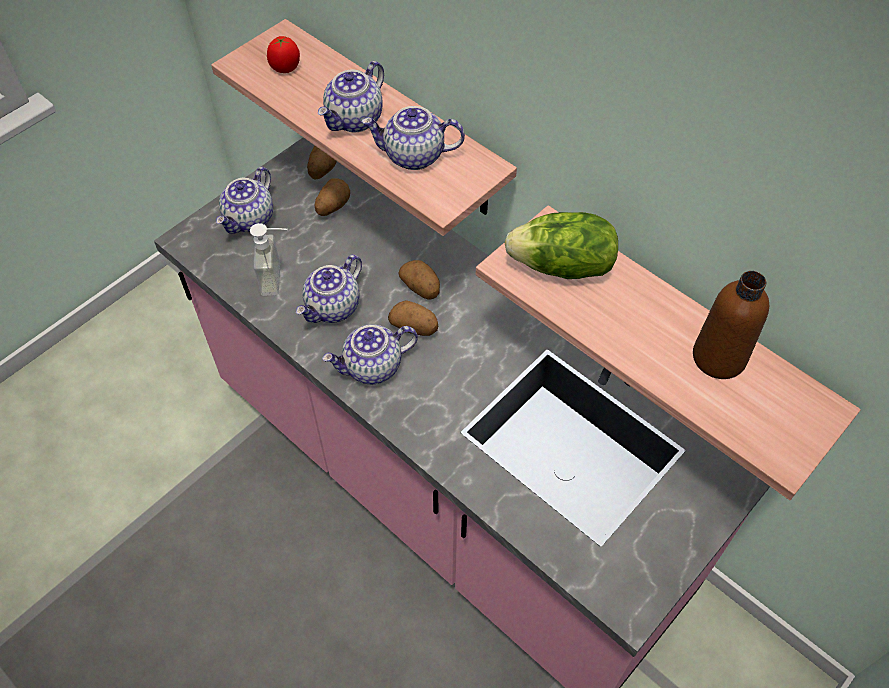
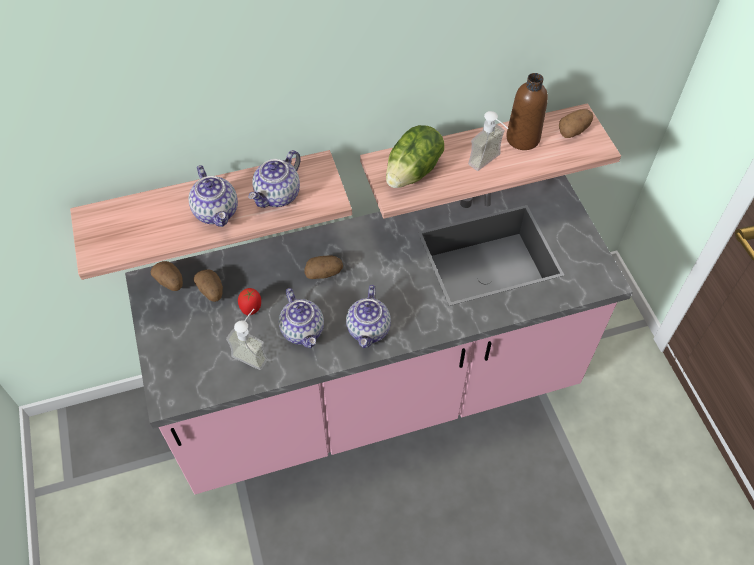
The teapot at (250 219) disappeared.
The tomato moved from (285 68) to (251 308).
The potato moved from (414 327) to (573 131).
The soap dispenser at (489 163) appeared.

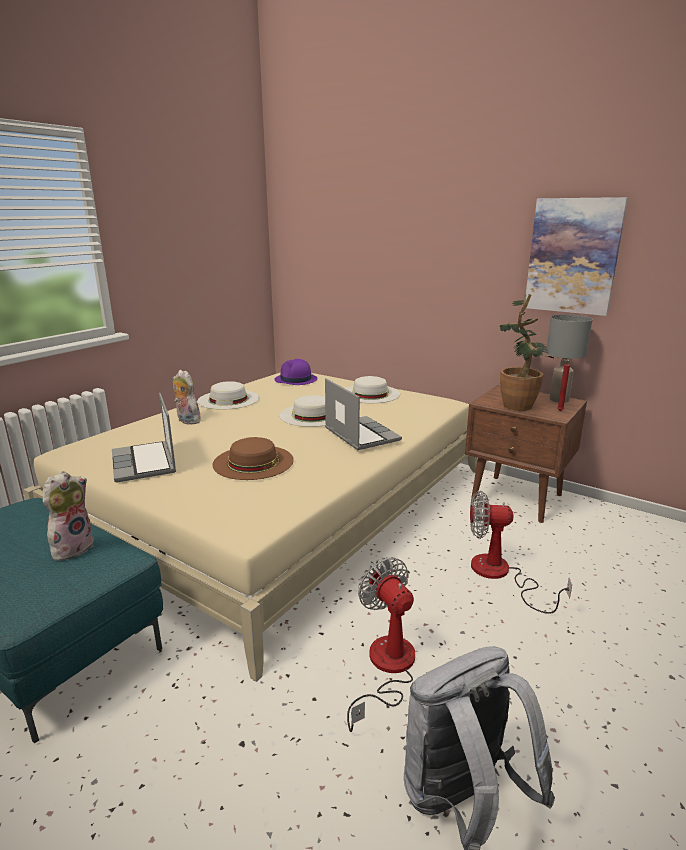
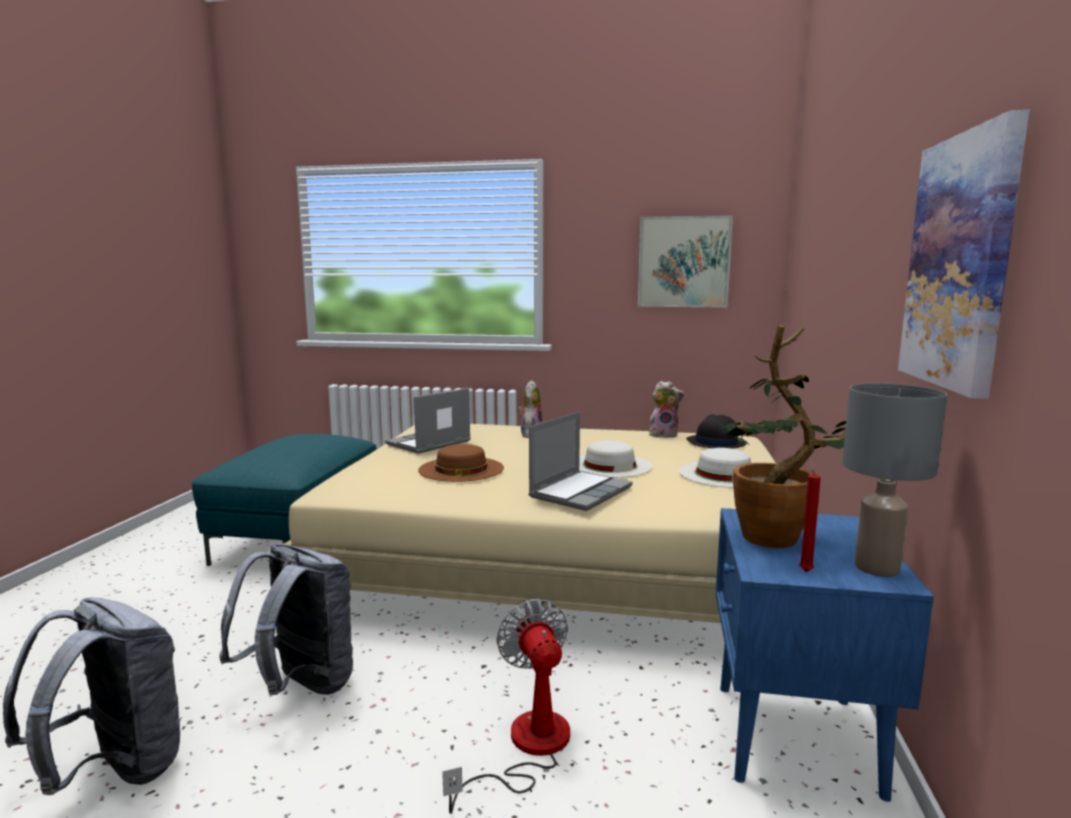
The plush toy moved from (72 547) to (664 435).
The white hat at (228 399) disappeared.
The purple hat at (296 380) became the black hat at (715 443).
The fan at (386 668) was replaced by the grey backpack at (300 686).
The brown nightstand at (517 498) became the blue nightstand at (794 739).
The picture at (683 262) appeared.

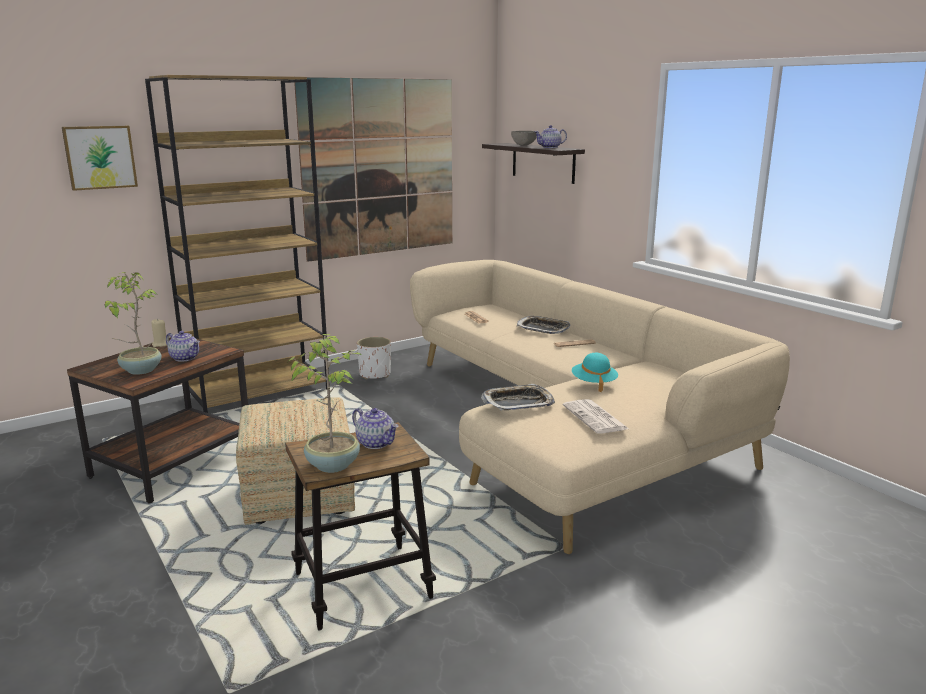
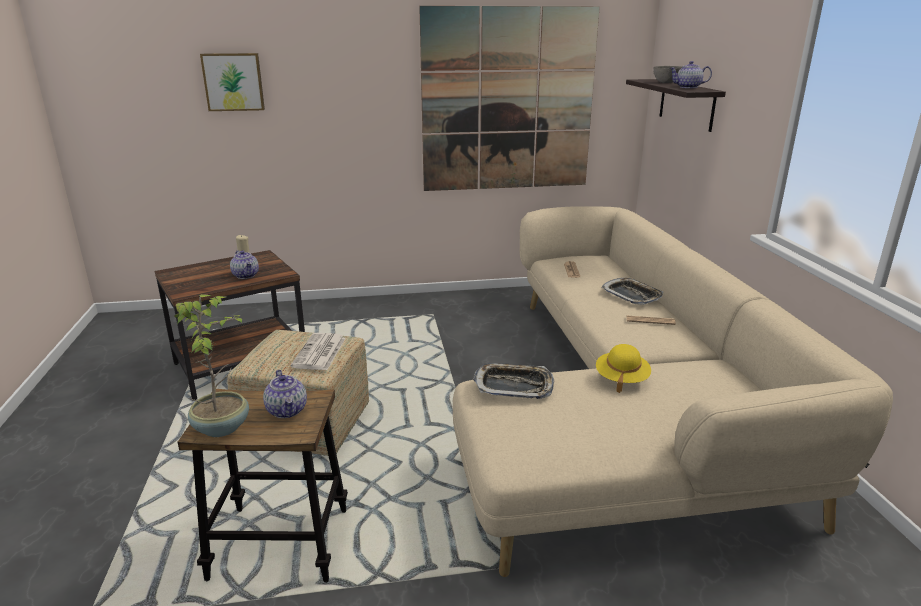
The potted plant at (140 370) disappeared.
The brown bookcase at (259 393) disappeared.
The white planter at (375 374) disappeared.
The newspaper moved from (595 418) to (319 353).
The turquoise hat at (593 383) became the yellow hat at (621 379).

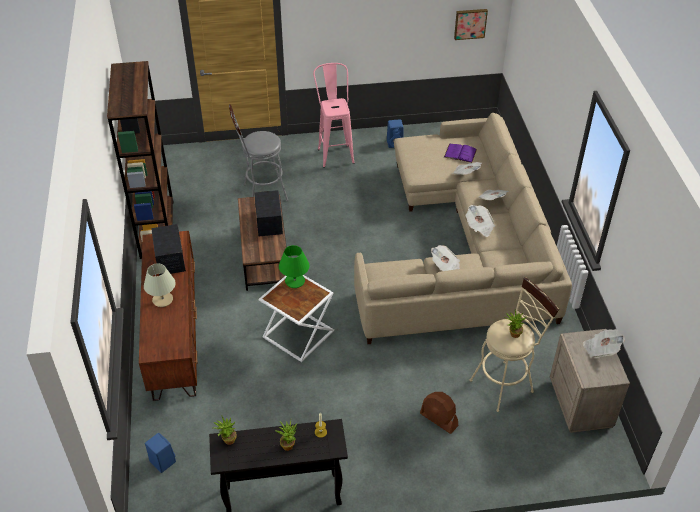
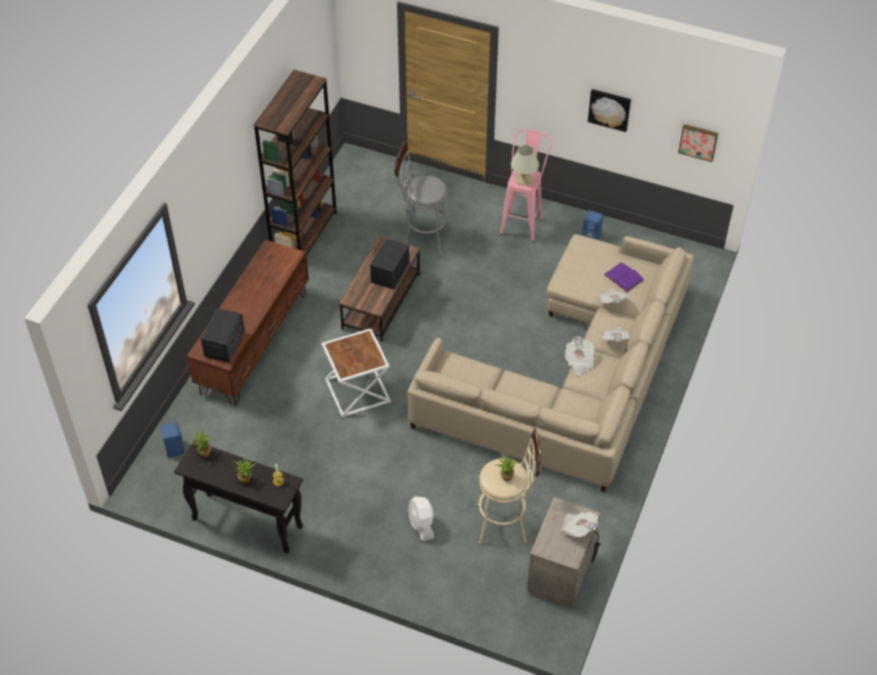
The beige table lamp moved from (163 300) to (524 179).
The radio moved from (170 259) to (224 344).
The green table lamp at (295 281) disappeared.
The brown fan at (439 420) became the white fan at (421 525).
The newspaper at (446 266) disappeared.
The picture at (609 109) appeared.

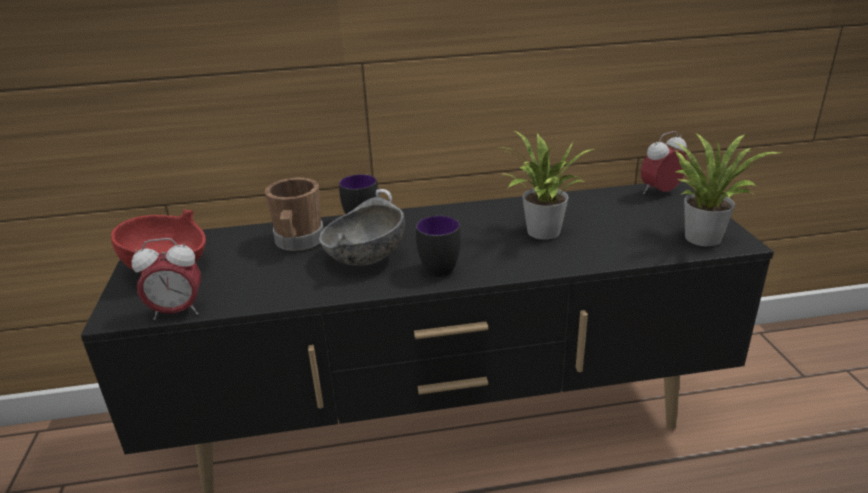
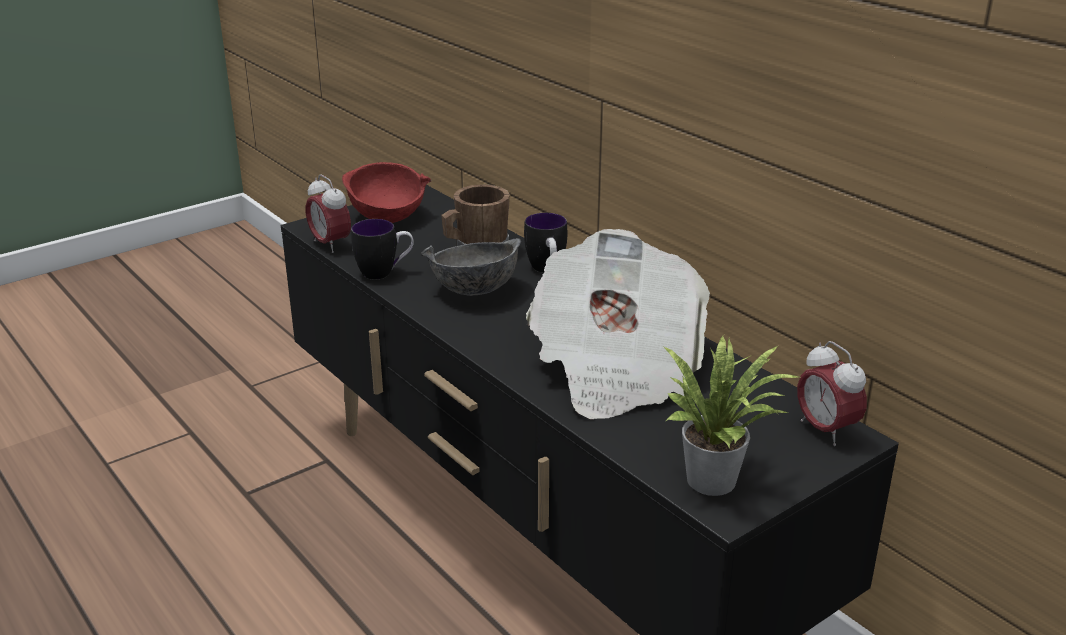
The mug moved from (442 266) to (385 273).
The potted plant at (540 233) was replaced by the newspaper at (615 368).
The alarm clock at (660 192) turned 150 degrees counterclockwise.

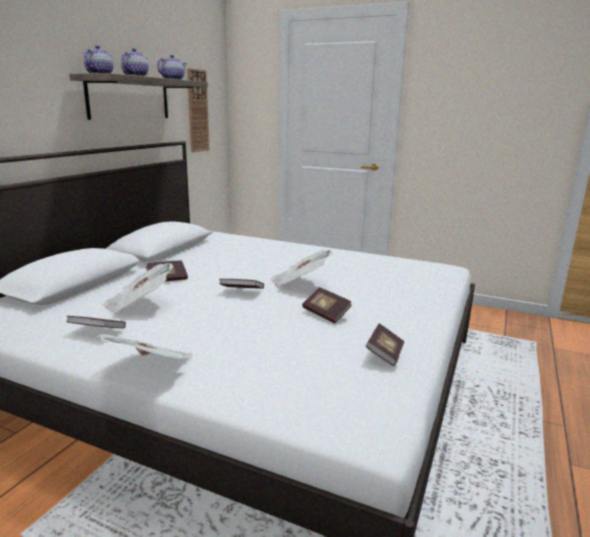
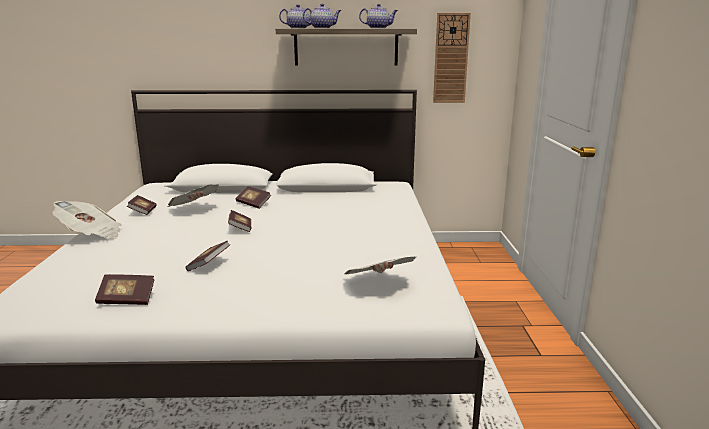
The newspaper moved from (299 283) to (378 284).

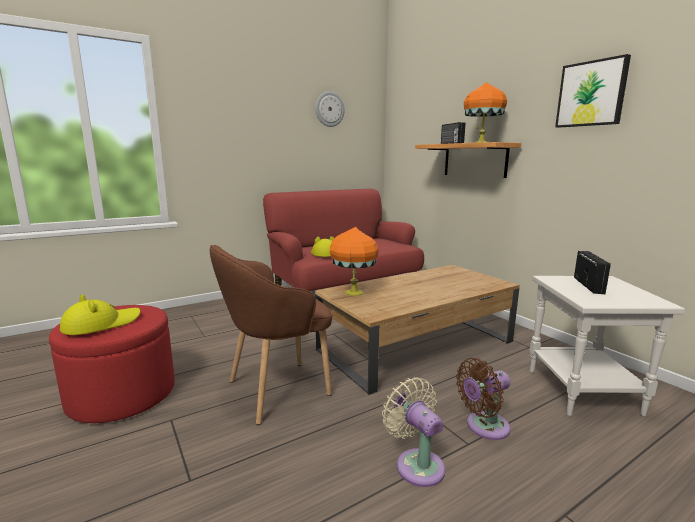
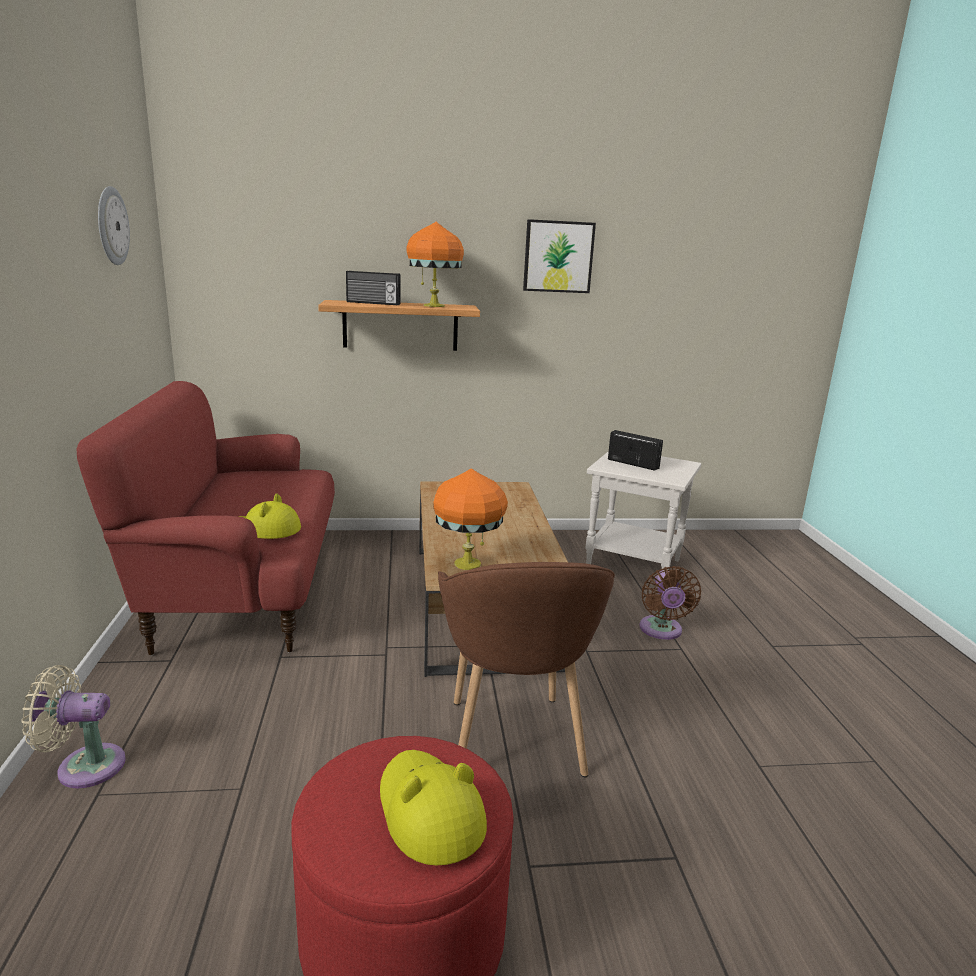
The beige fan moved from (416 464) to (84 766).

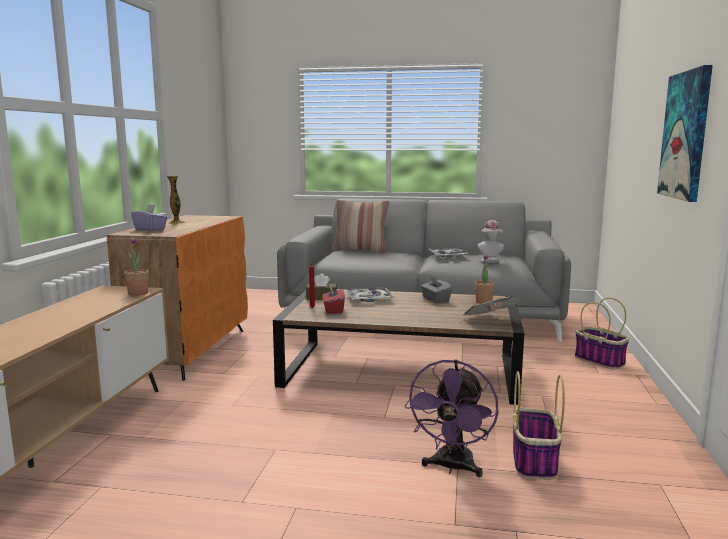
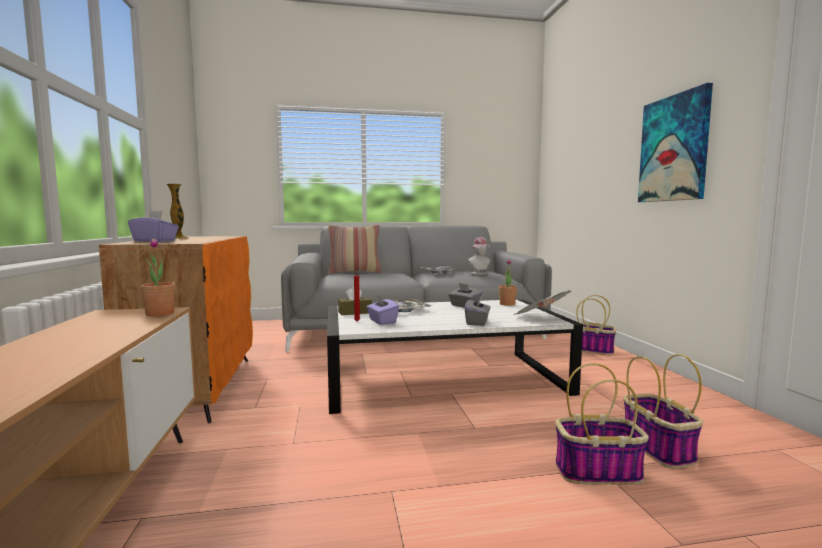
The brown coffee table at (401 370) became the white coffee table at (443 378).
The red tissue box at (333 310) became the purple tissue box at (382 321).
The purple fan at (452 467) was replaced by the basket at (598 471).
The grey tissue box at (477 322) appeared.

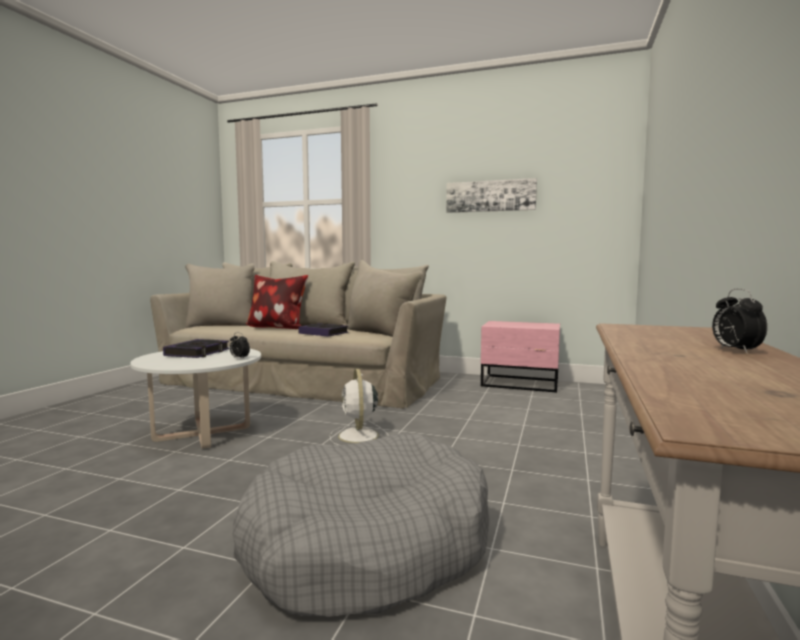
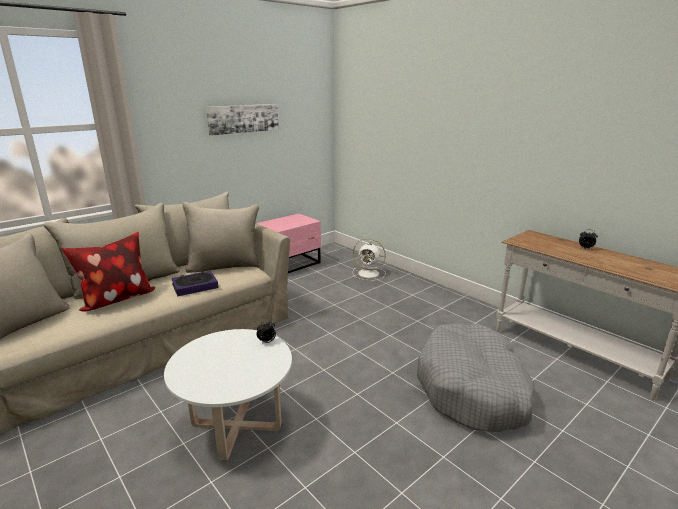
The book at (197 353) disappeared.
The white fan moved from (358 436) to (369 273).

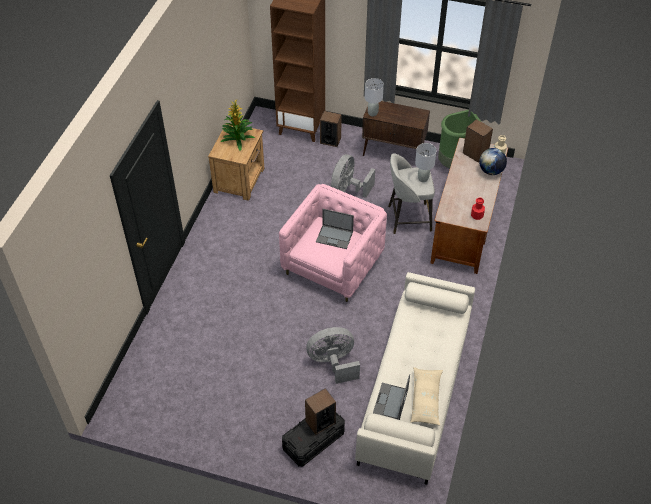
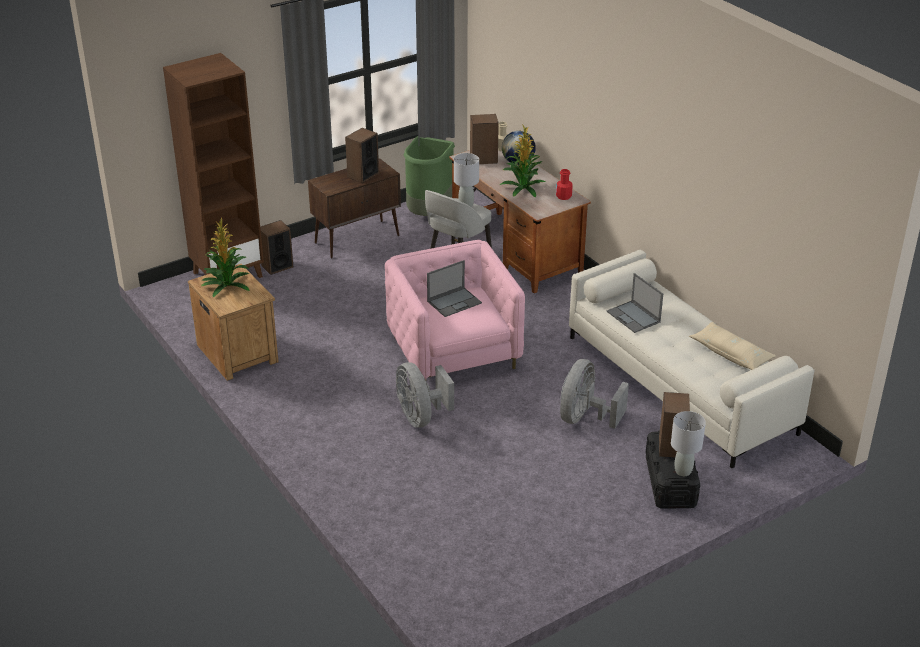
The grey fan moved from (348 190) to (421 417).
The grey table lamp moved from (372 113) to (683 471).
The laptop moved from (390 402) to (634 317).
The speaker at (363 175) appeared.
The potted plant at (522 188) appeared.

